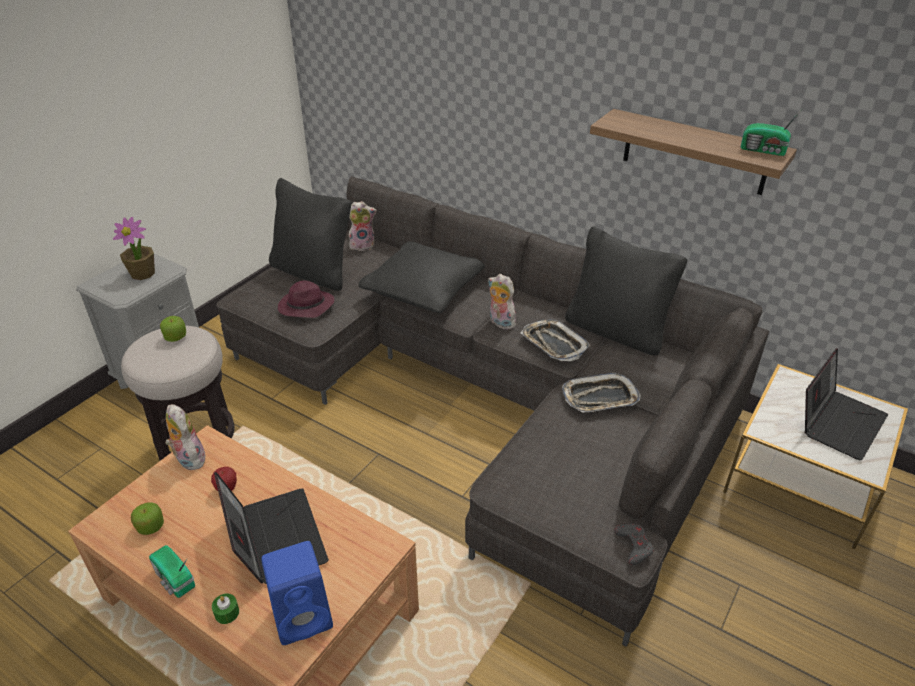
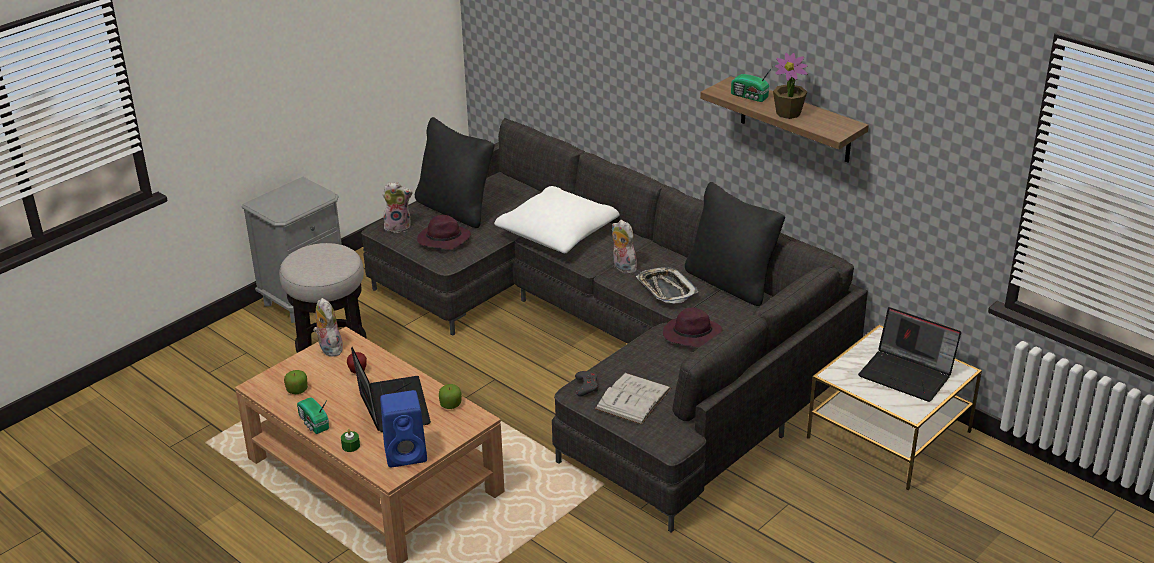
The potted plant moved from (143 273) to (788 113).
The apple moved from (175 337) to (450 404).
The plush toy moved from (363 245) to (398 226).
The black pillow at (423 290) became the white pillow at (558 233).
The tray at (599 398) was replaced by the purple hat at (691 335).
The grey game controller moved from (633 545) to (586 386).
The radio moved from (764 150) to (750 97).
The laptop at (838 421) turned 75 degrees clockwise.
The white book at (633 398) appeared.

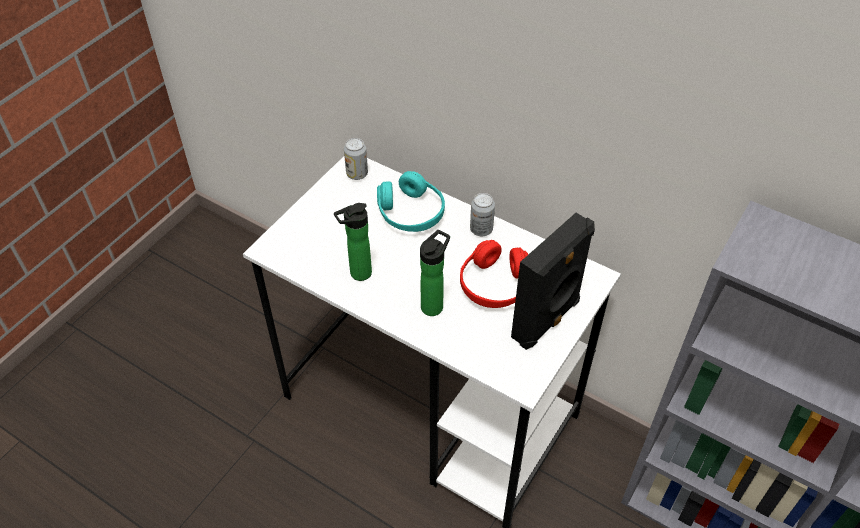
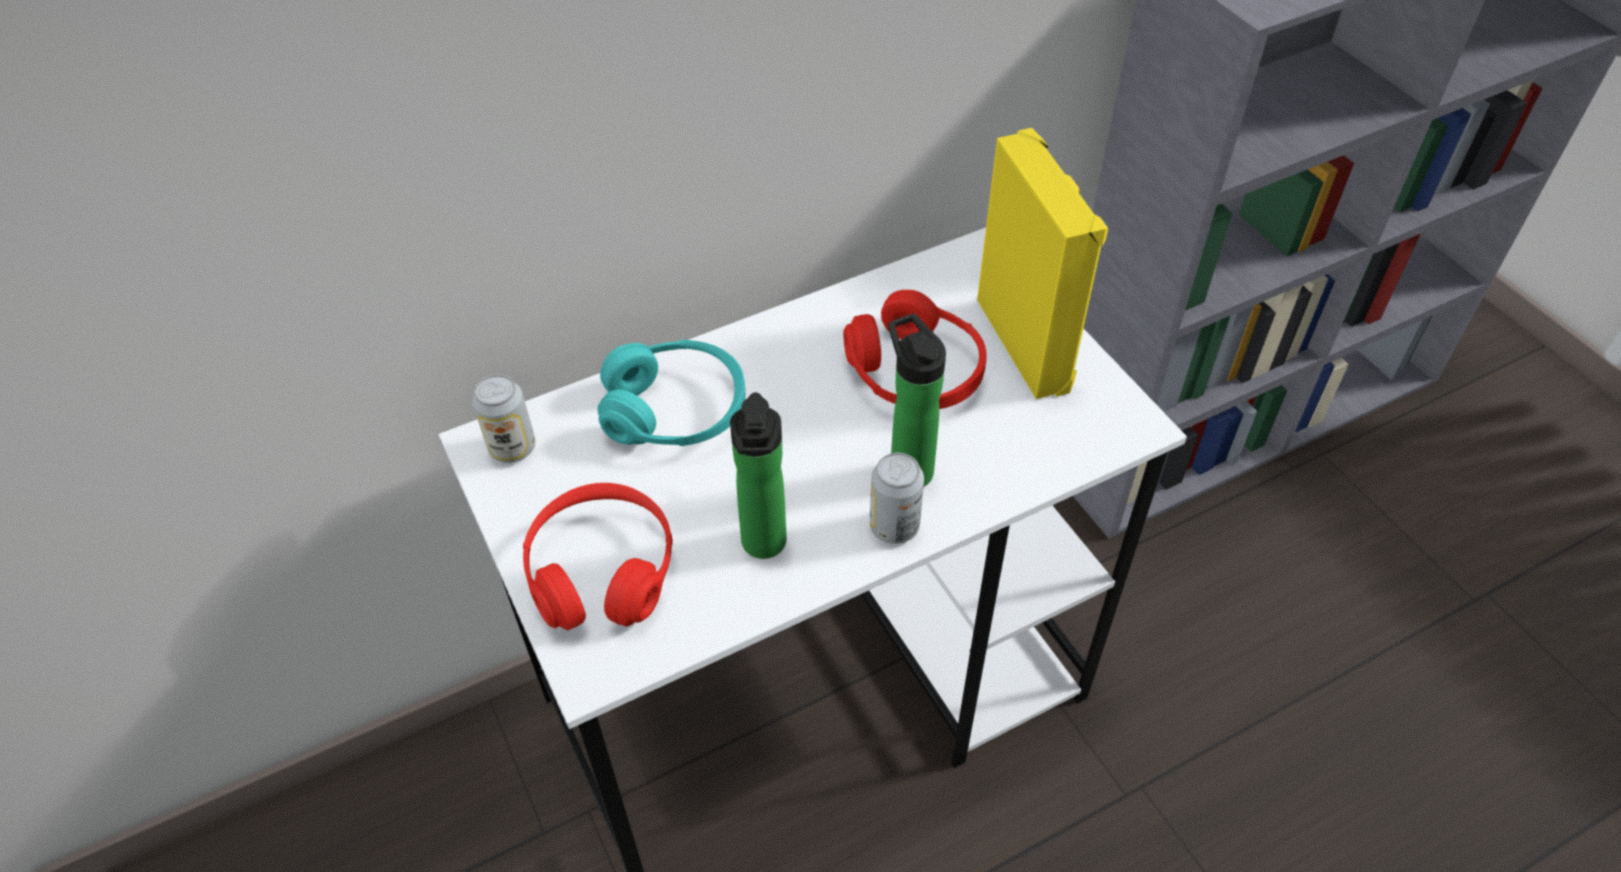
The can moved from (481 229) to (894 527).
The black speaker at (547 320) became the yellow speaker at (1027 343).
The red headphones at (602 571) appeared.

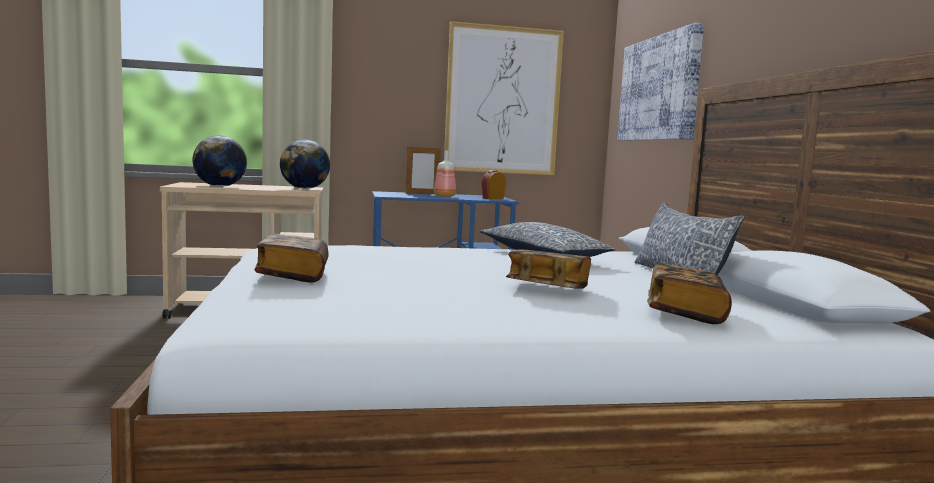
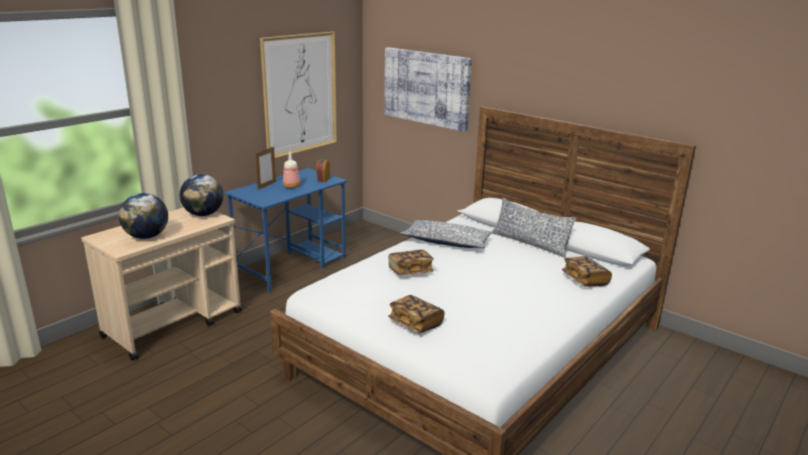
The book moved from (548 288) to (410 271).

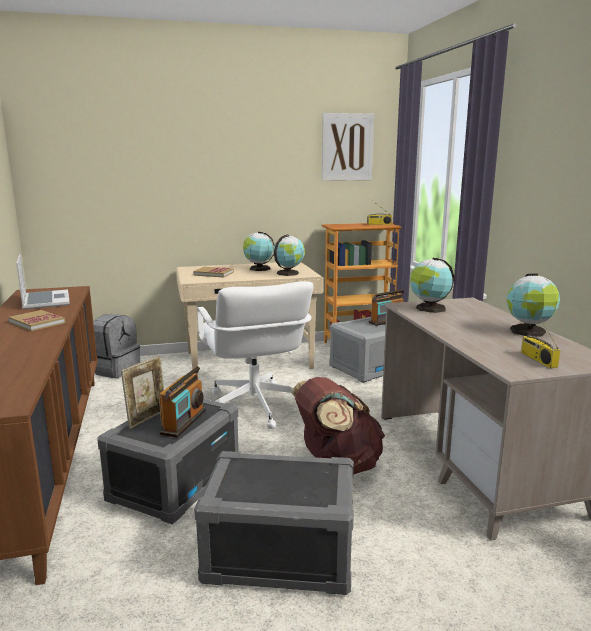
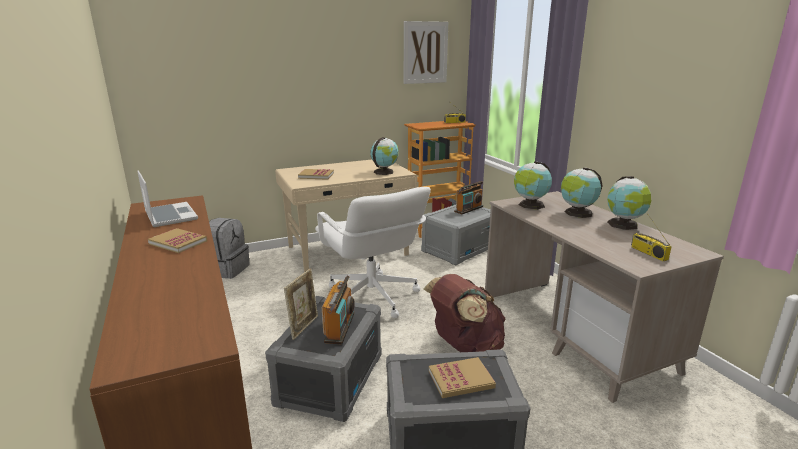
The globe moved from (258 268) to (577 213).
The book at (461 380) appeared.

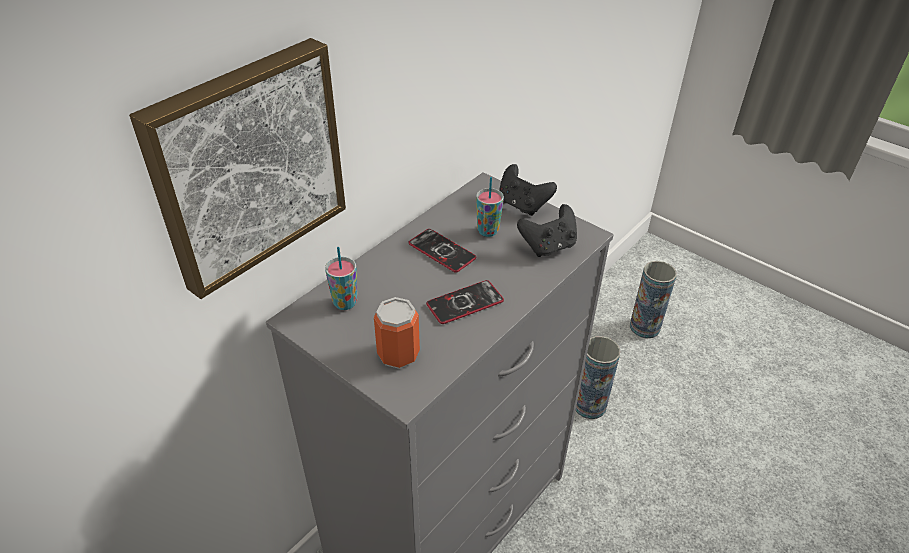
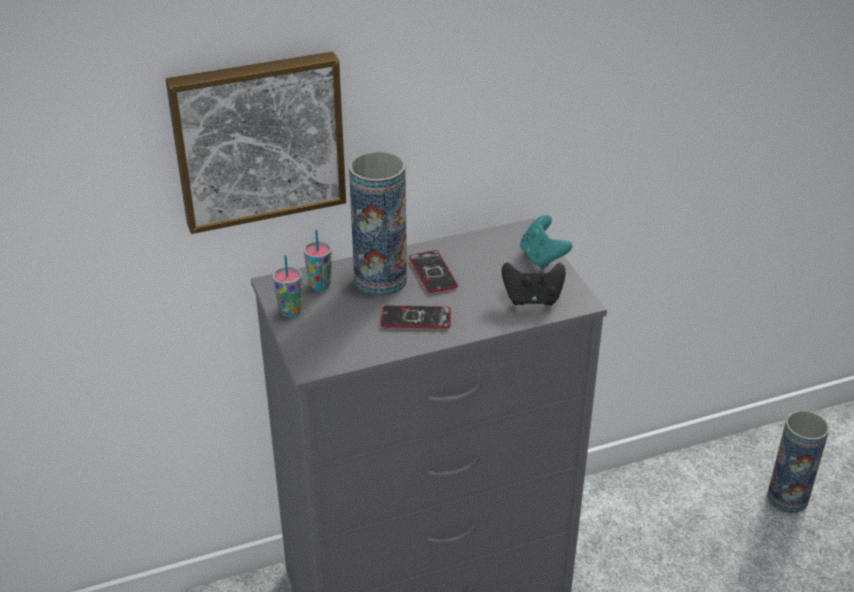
The can at (398 354) disappeared.
The cup moved from (488 231) to (290 311).
The black game controller at (522 205) became the turquoise game controller at (542 258).
The vase moved from (589 405) to (380 280).

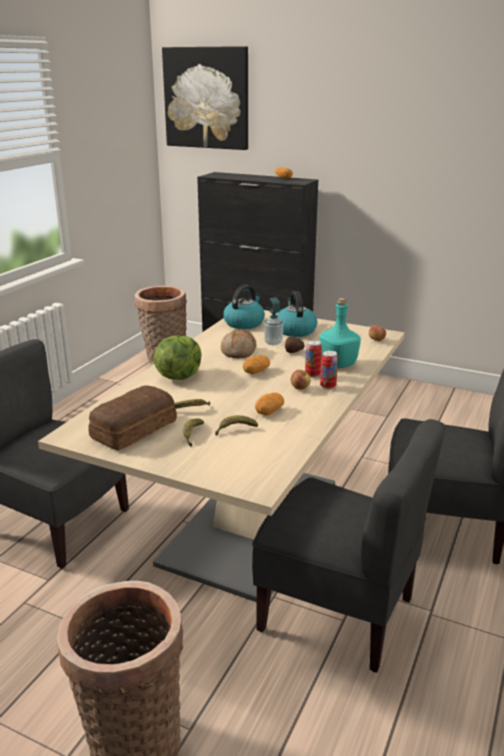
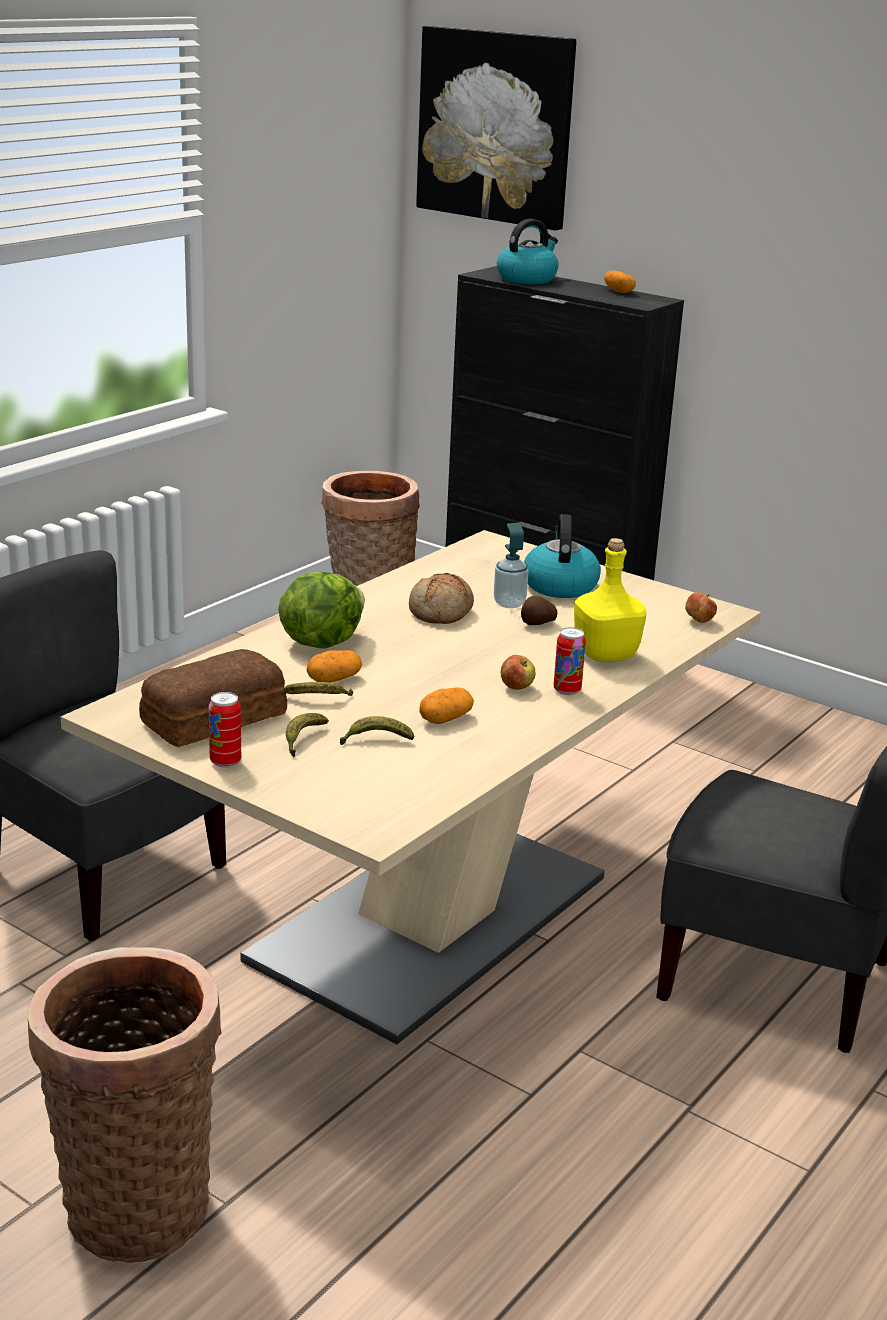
The kettle moved from (244 323) to (527 279).
The potato moved from (256 371) to (334 679).
The grey chair at (338 613) disappeared.
The can moved from (312 375) to (225 762).
The turquoise bottle at (338 364) became the yellow bottle at (606 654).

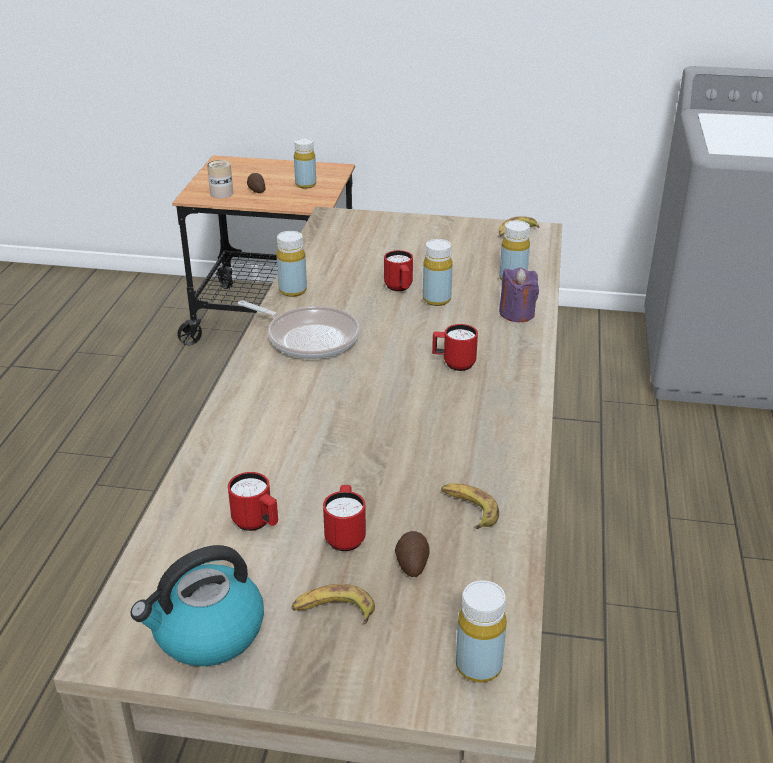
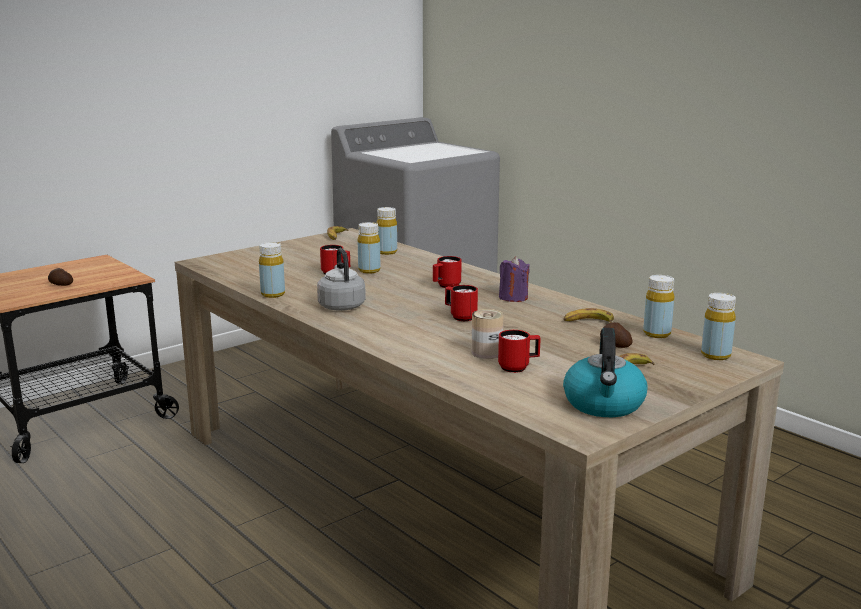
The can moved from (221 193) to (486 353).
The frying pan at (308 337) was replaced by the grey kettle at (341 306).
The yellow bottle moved from (305 185) to (657 334).
The red mug moved from (345 535) to (460 317).
The purple candle moved from (517 313) to (513 297).

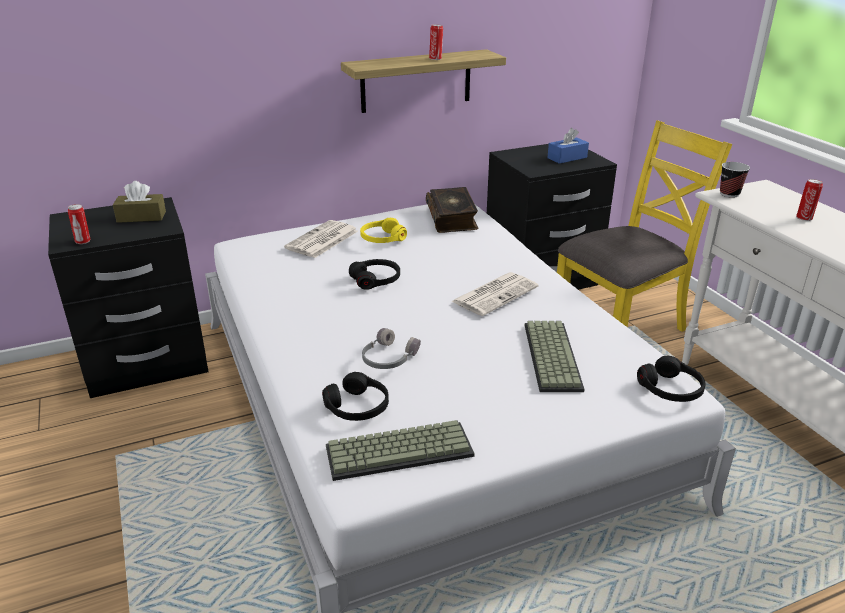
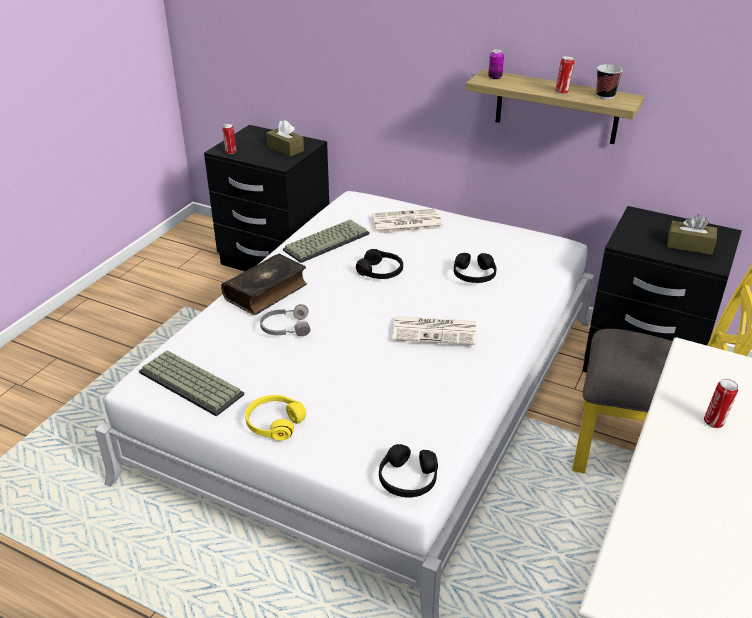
The black headphones moved from (357 407) to (474 275).
The yellow headphones moved from (382 238) to (274 423).
The book moved from (452 218) to (266 292).
The keyboard moved from (549 356) to (326 241).
The blue tissue box at (567 158) became the brown tissue box at (689 245).
The cup moved from (729 194) to (605 96).
The can at (495 77) appeared.

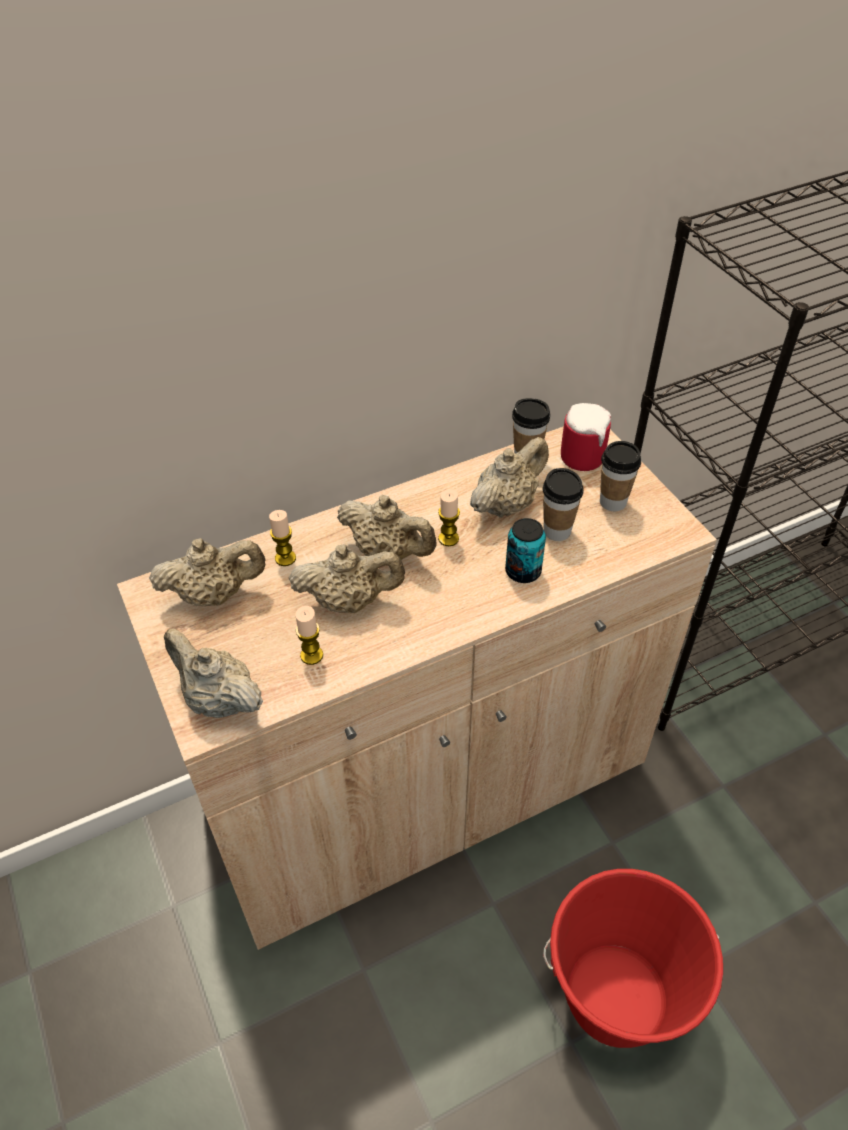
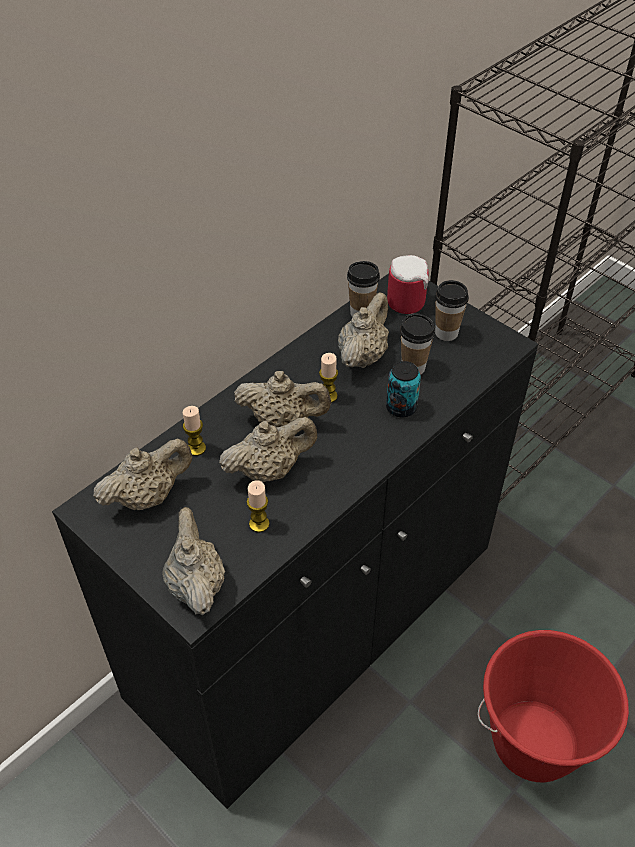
The beige cabinet at (426 786) became the black cabinet at (316 622).
The beige teapot at (218 699) turned 60 degrees clockwise.

